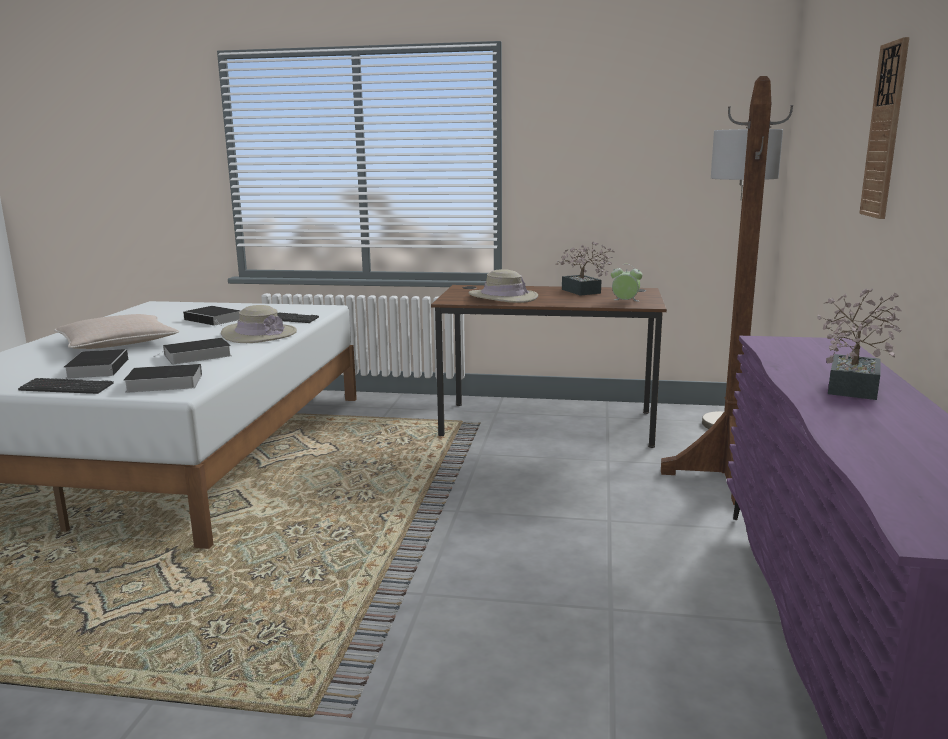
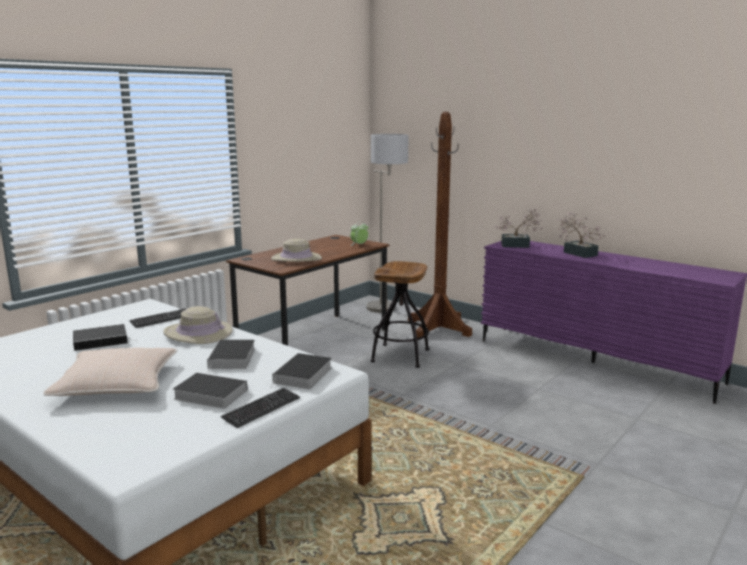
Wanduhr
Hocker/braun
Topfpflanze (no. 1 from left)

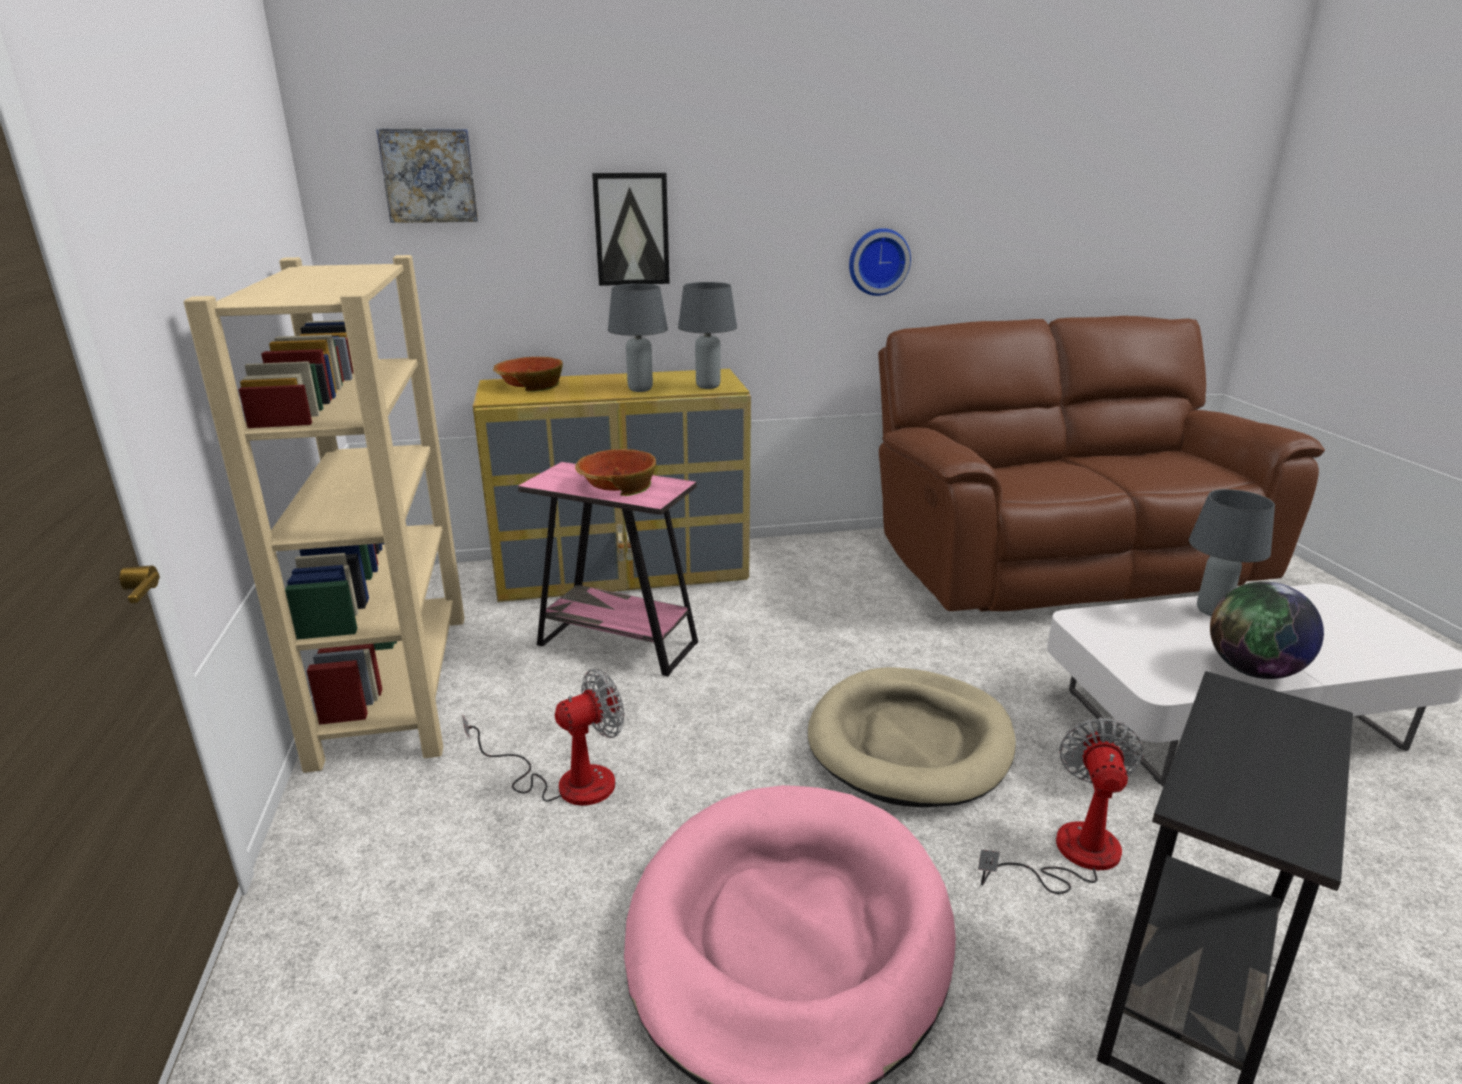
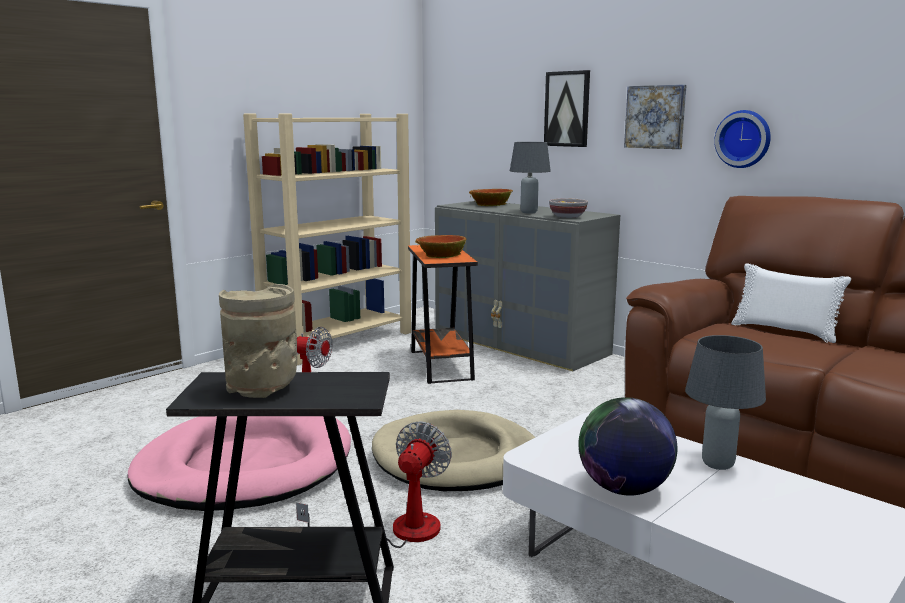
Vase/beige
Kissen/weiß
Bild (no. 2 from left)
Schüssel (no. 3 from left)
Schrank/grau
Beistelltisch/orange
Ventilator (no. 2 from left)

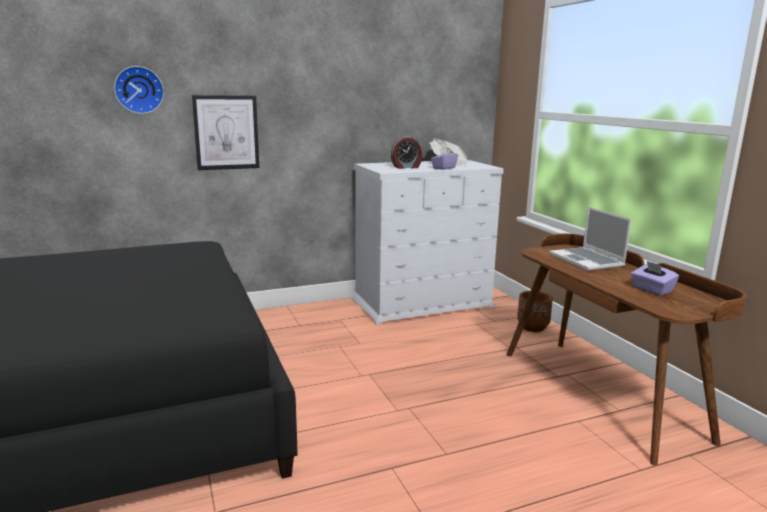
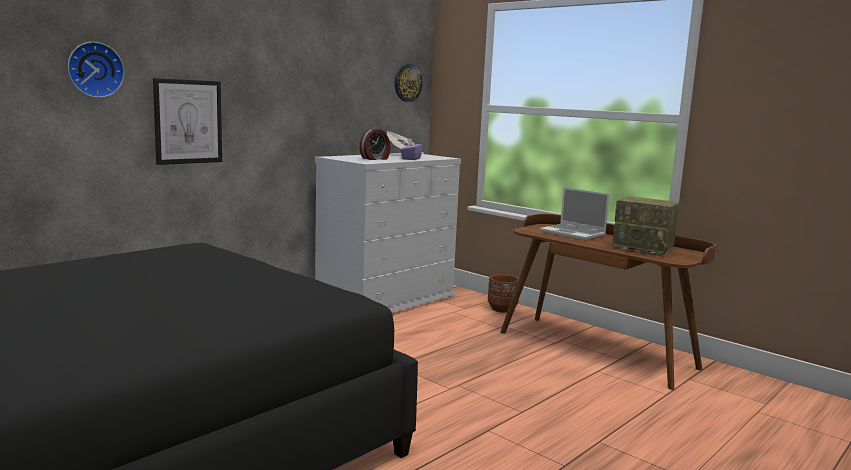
Wanduhr (no. 2 from left)
Radio

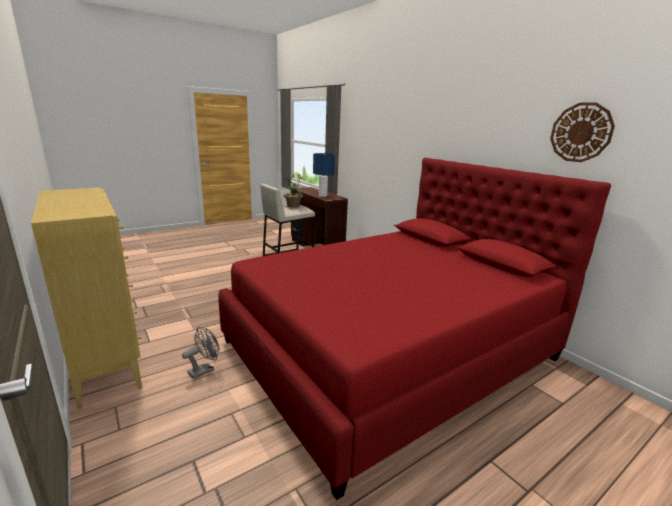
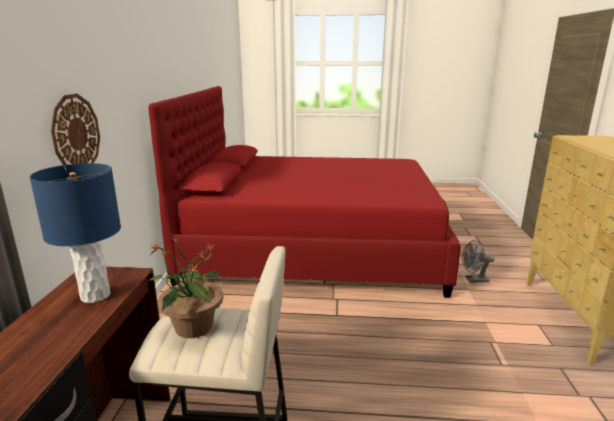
Wanduhr

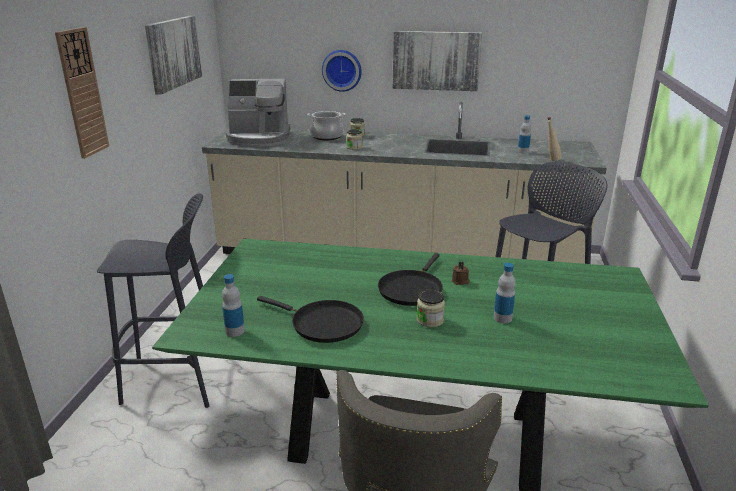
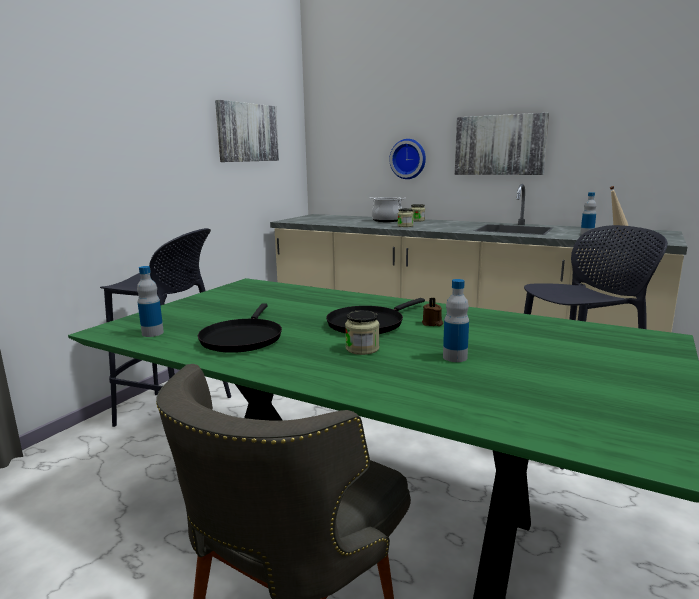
Wanduhr (no. 1 from left in the first image)
Kaffeemaschine
Pfanne/schwarz (no. 1 from left)

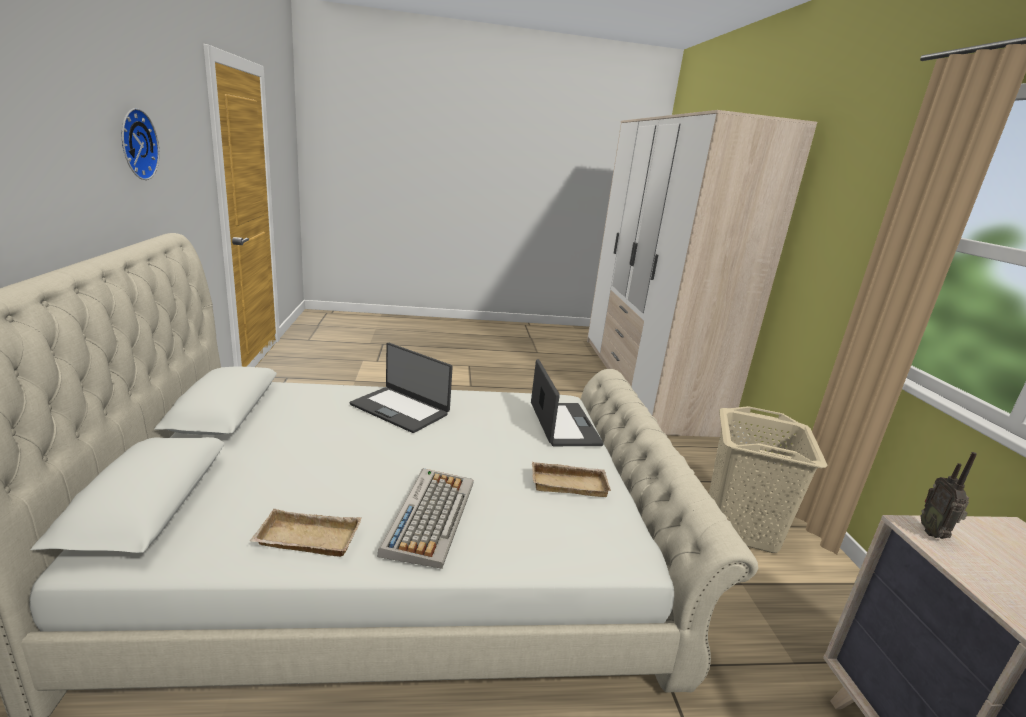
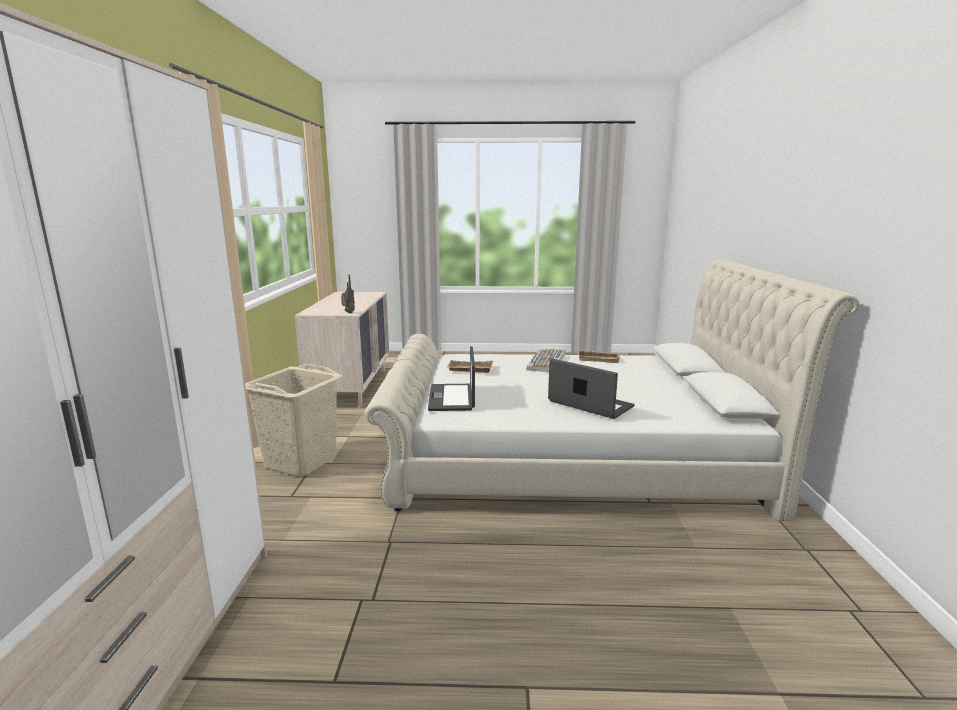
Wanduhr

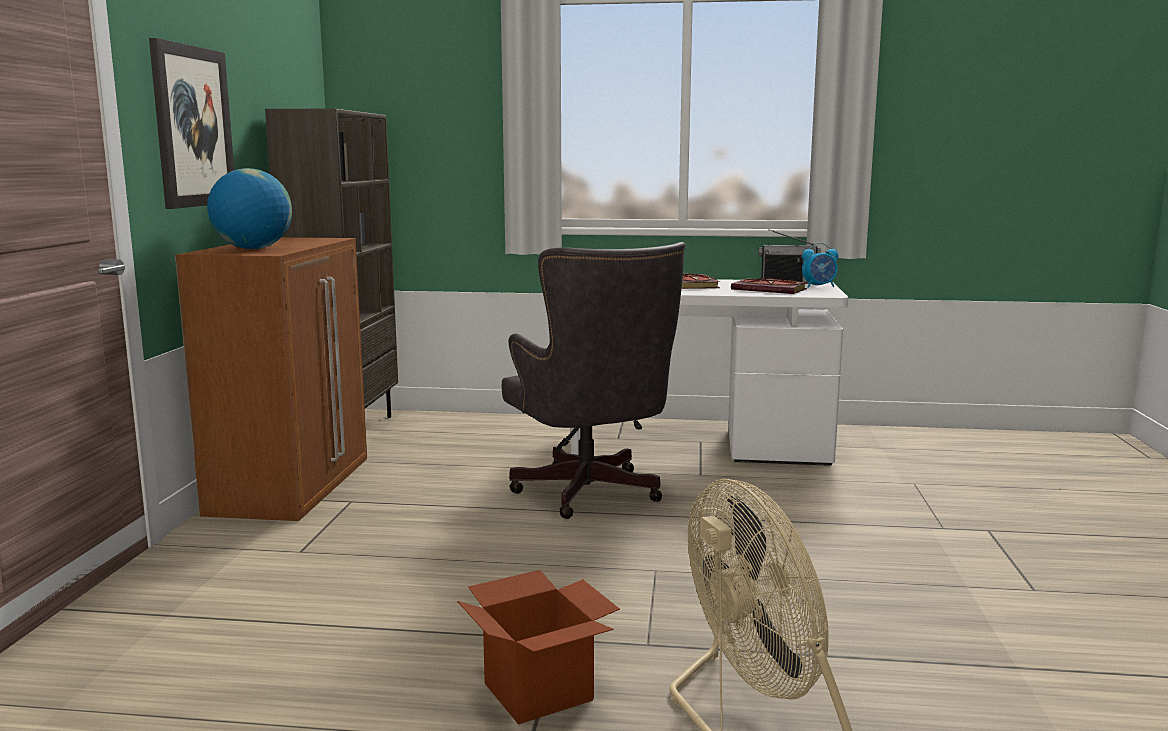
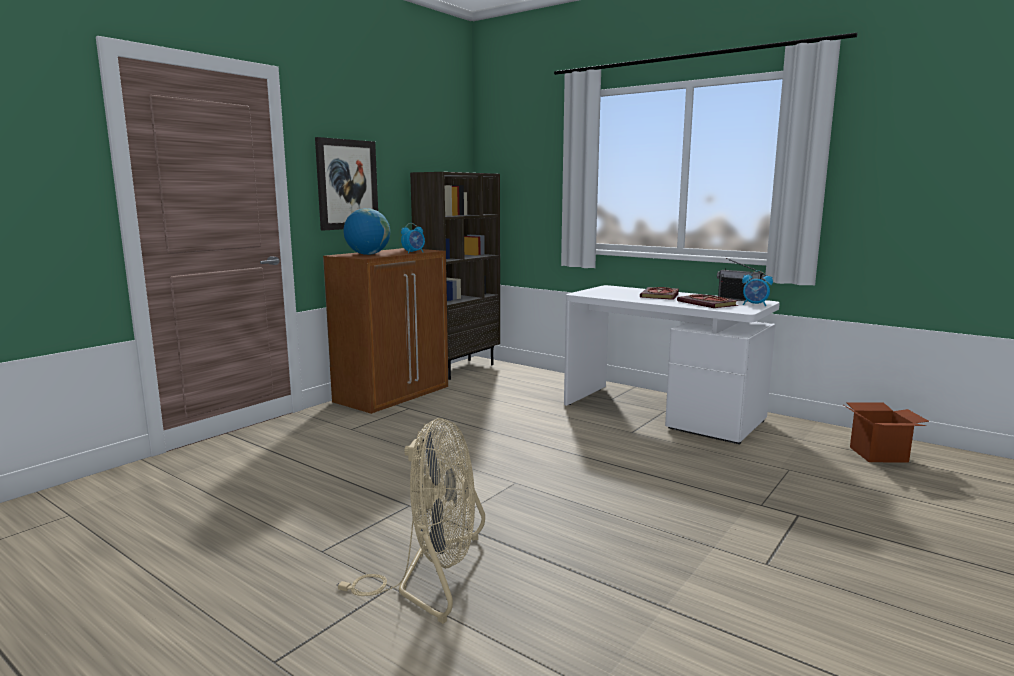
Bürostuhl/grau
Wecker (no. 1 from left)
Karton

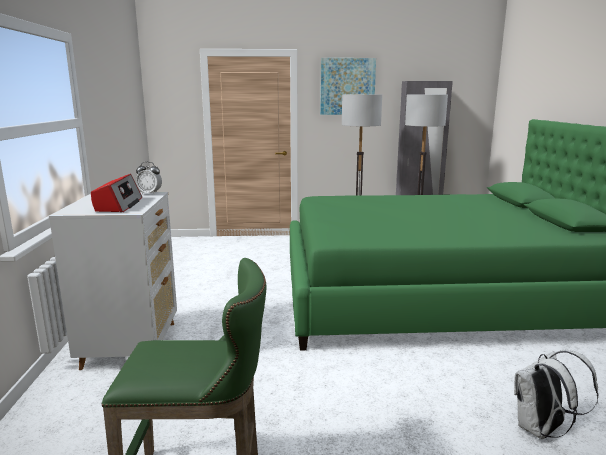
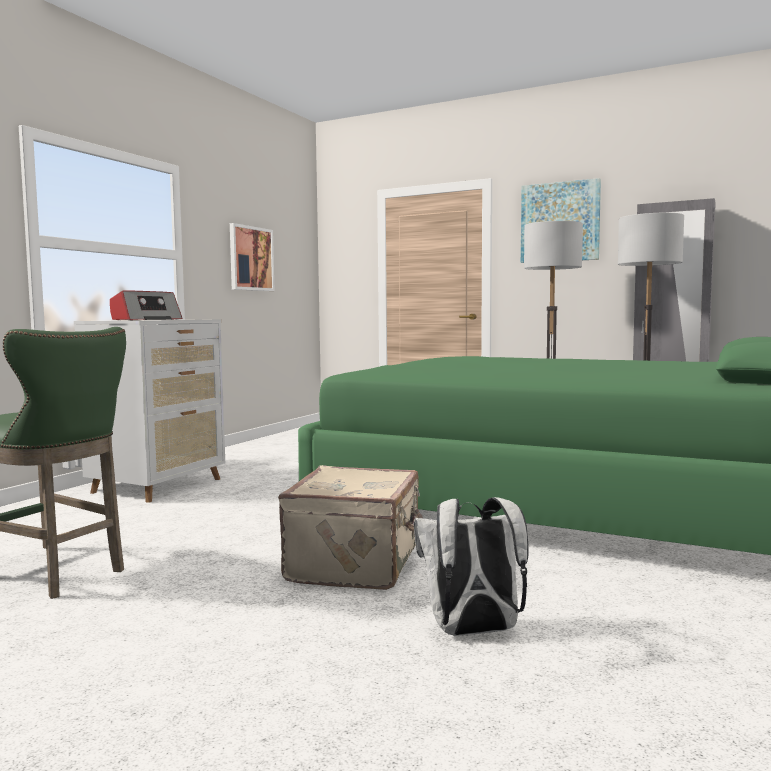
Wecker
Bild (no. 1 from left)
Koffer/beige

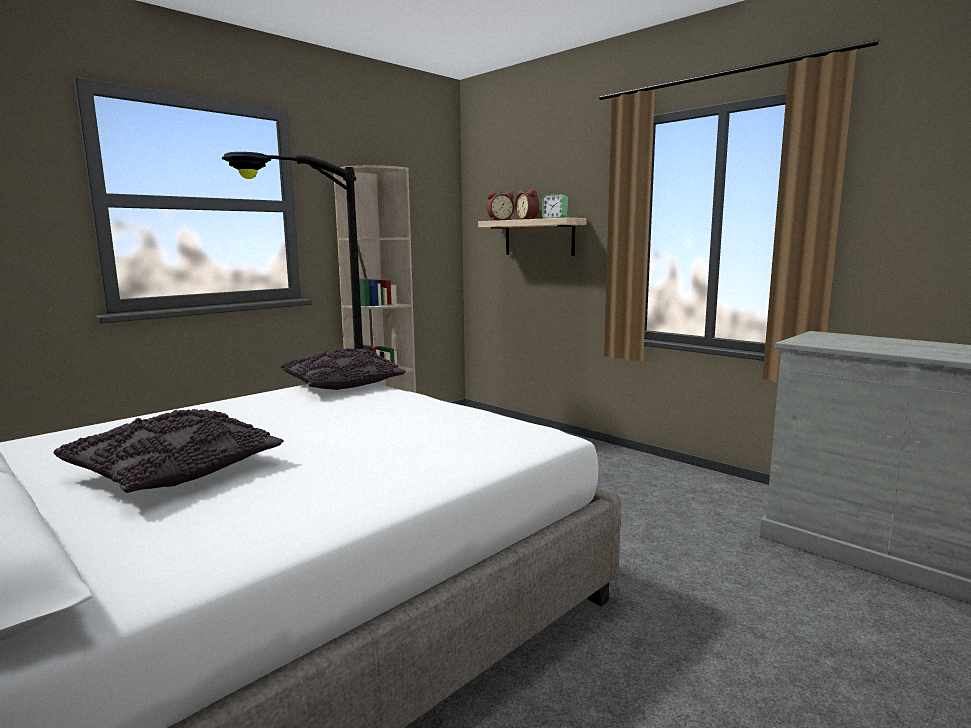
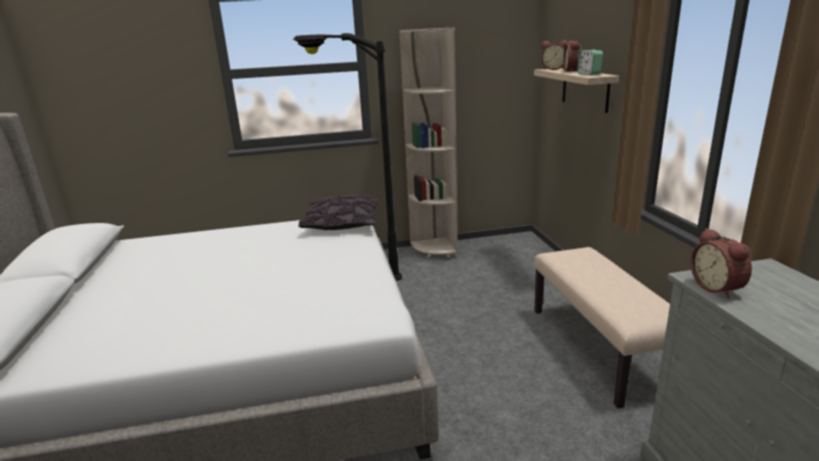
Kissen/schwarz (no. 1 from left in the first image)
Bank/beige
Wecker (no. 4 from left)

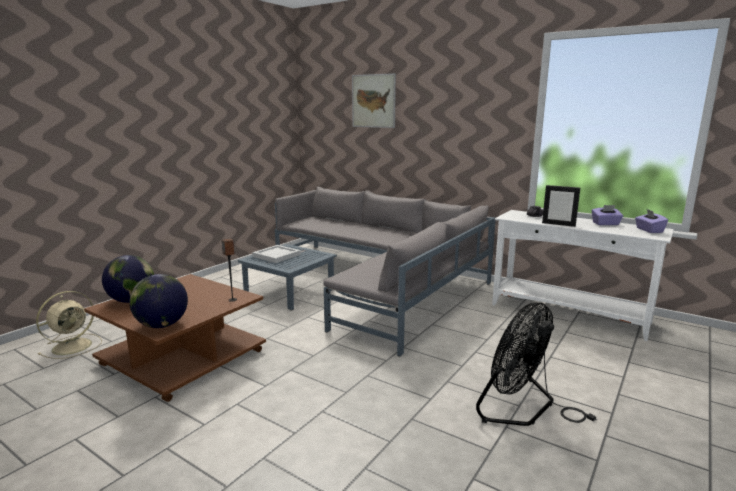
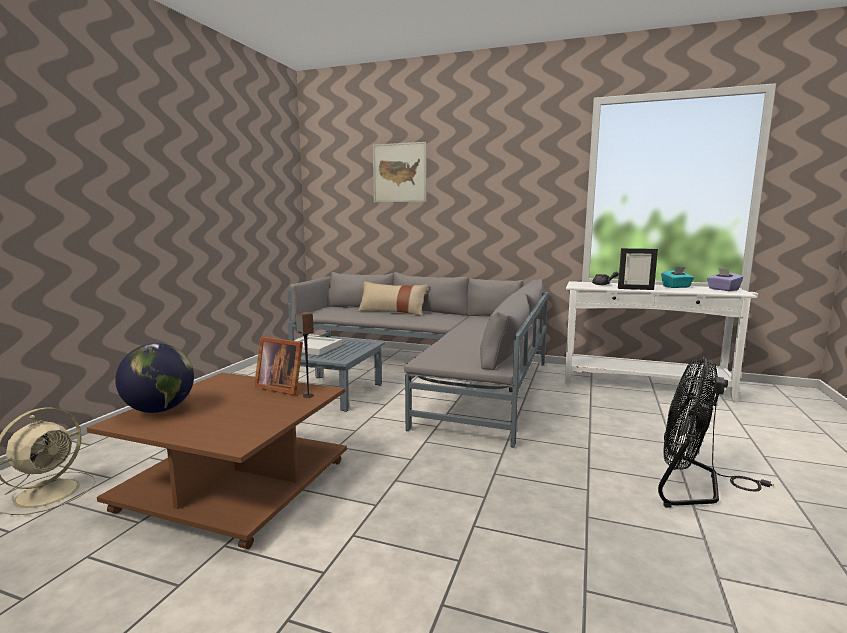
Globus (no. 2 from left in the first image)
Bilderrahmen (no. 1 from left)
Kissen/beige
Taschentuchbox/türkis

